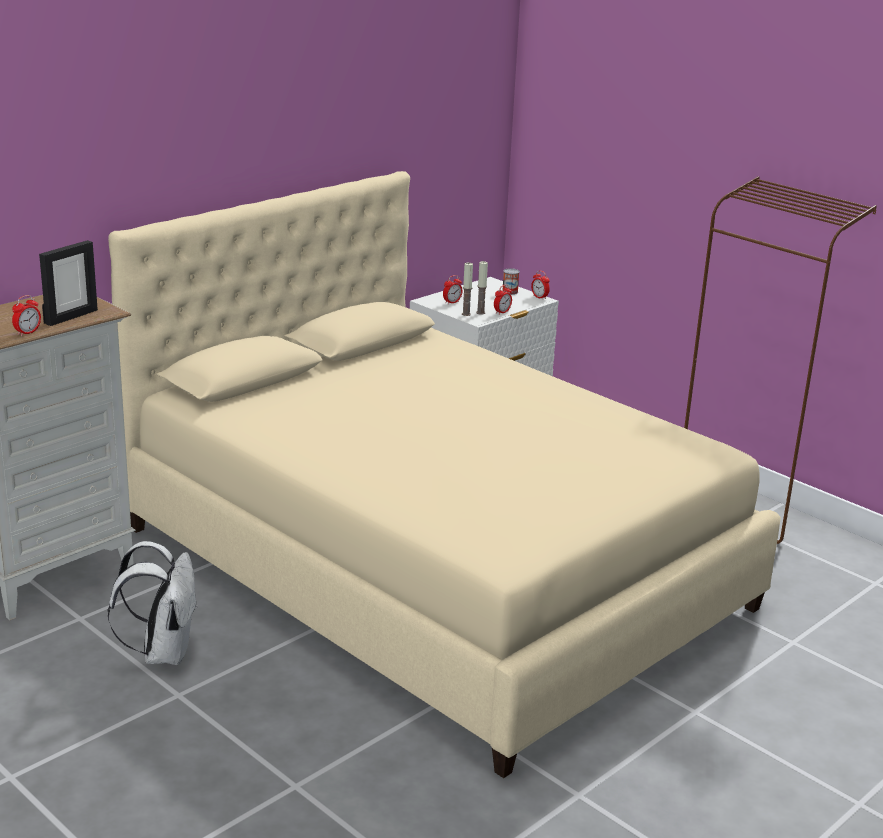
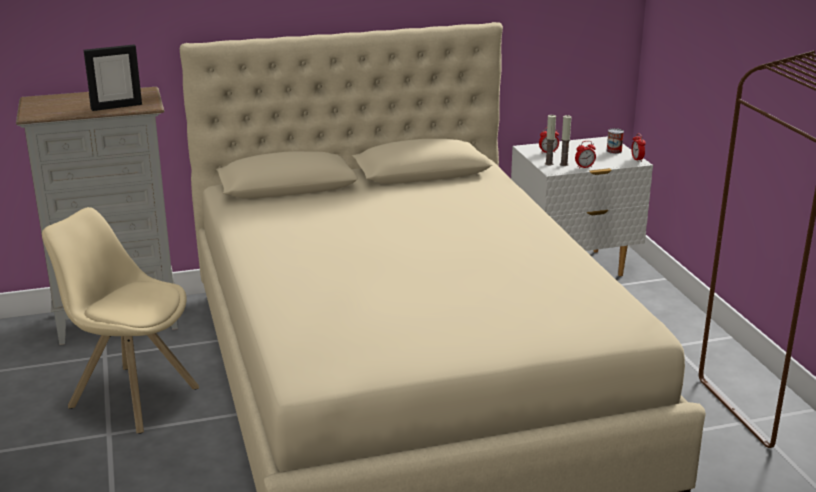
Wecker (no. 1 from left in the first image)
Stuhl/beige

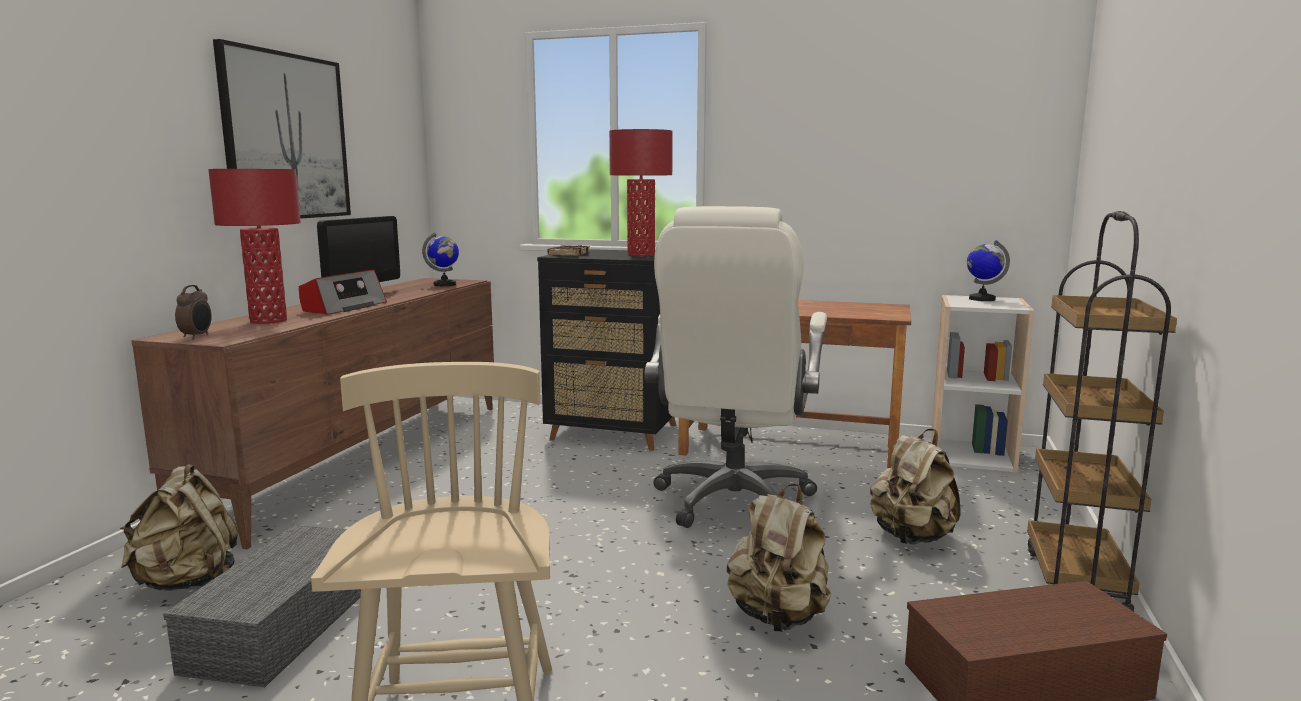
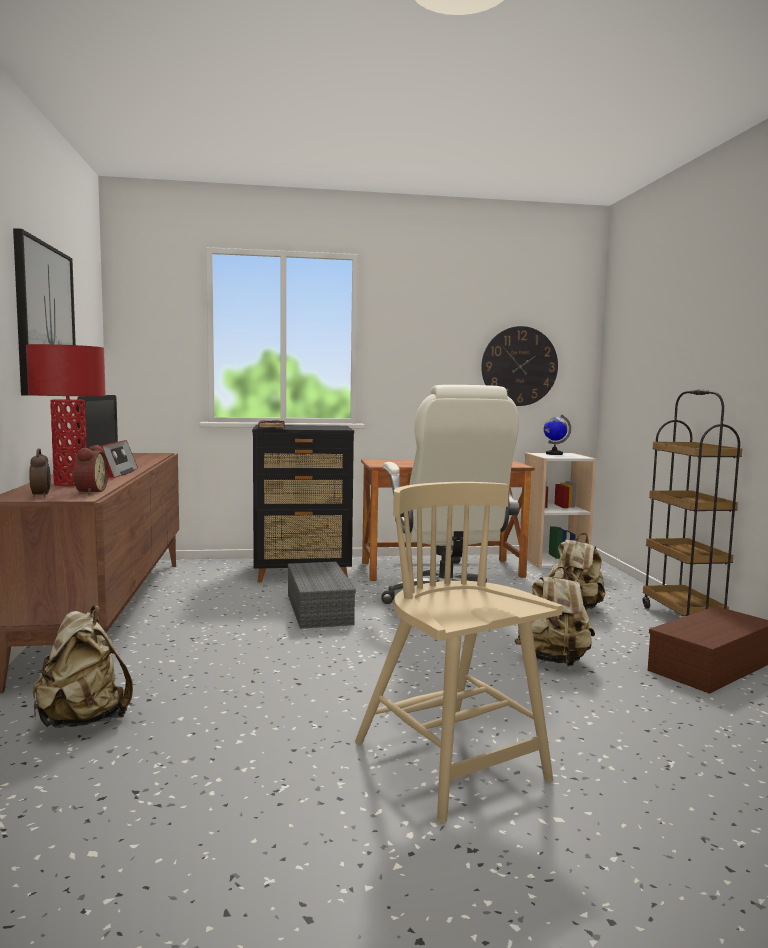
Globus (no. 1 from left in the first image)
Tischlampe/rot (no. 2 from left in the first image)
Wecker (no. 2 from left)
Wanduhr
Aufbewahrungsbox/grau

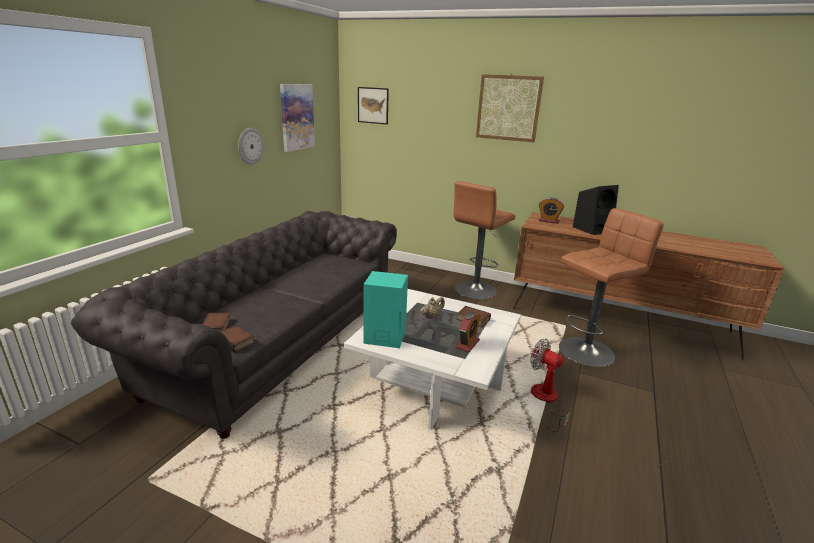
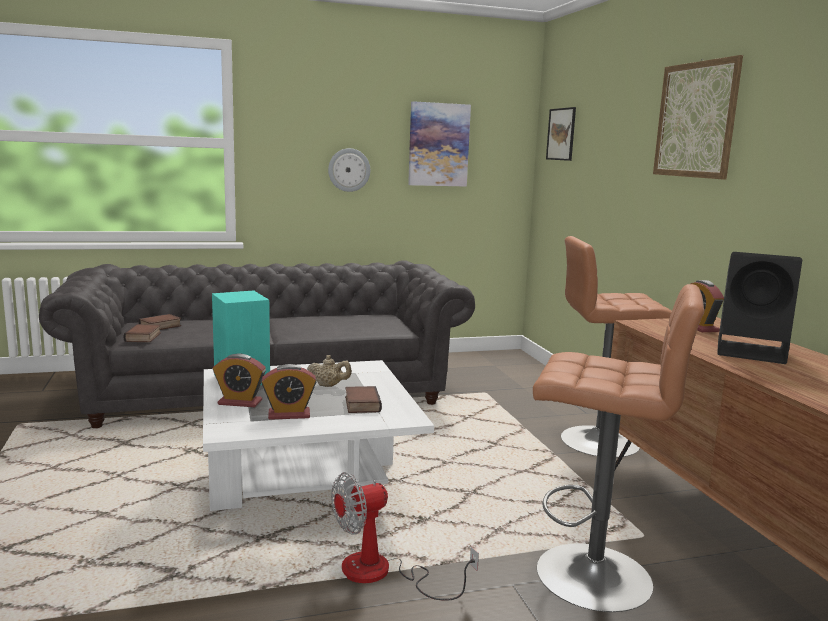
Wecker (no. 1 from left)
Ventilator

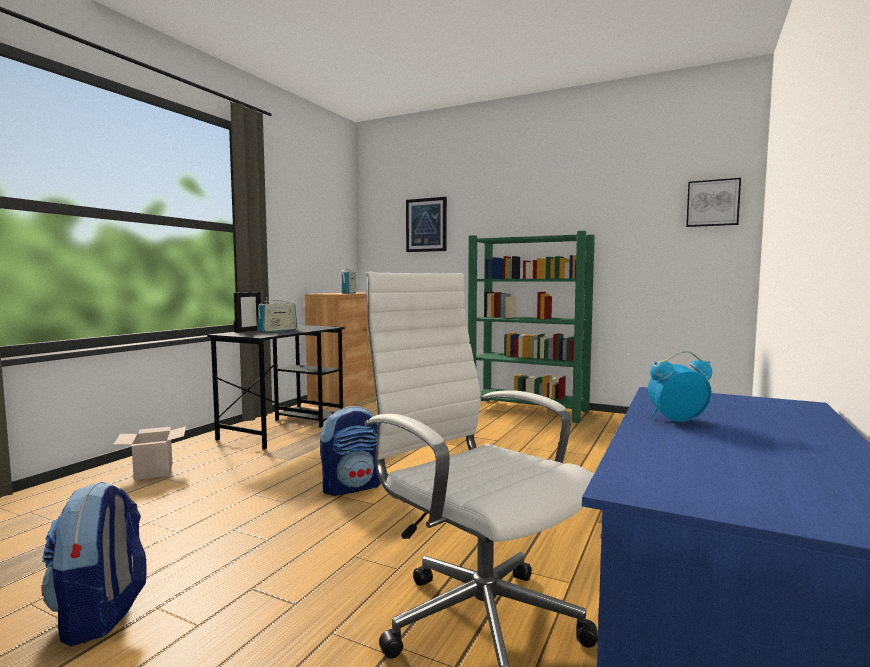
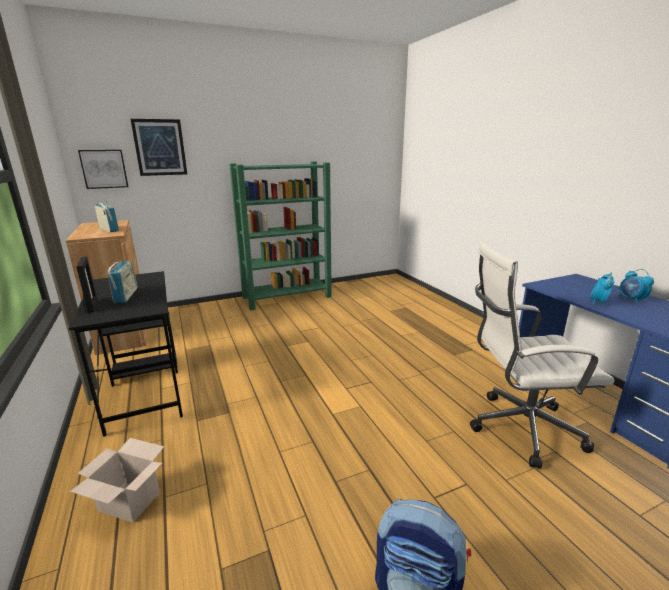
Rucksack (no. 2 from left in the first image)
Wecker (no. 2 from left)
Bild (no. 1 from left)

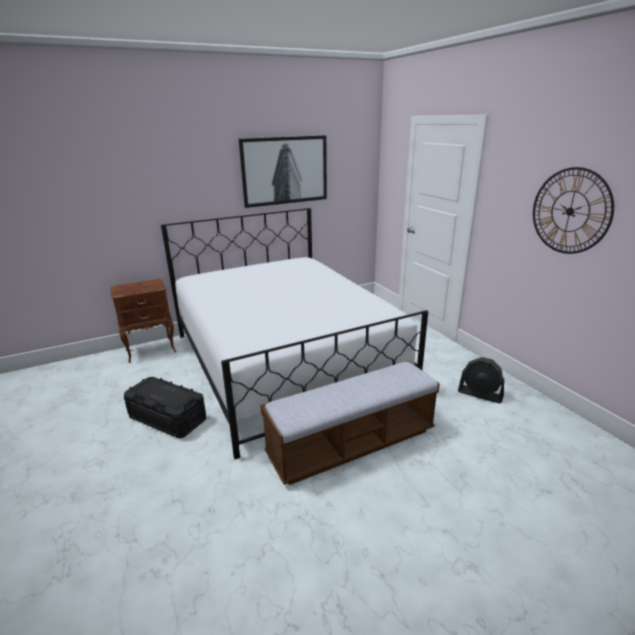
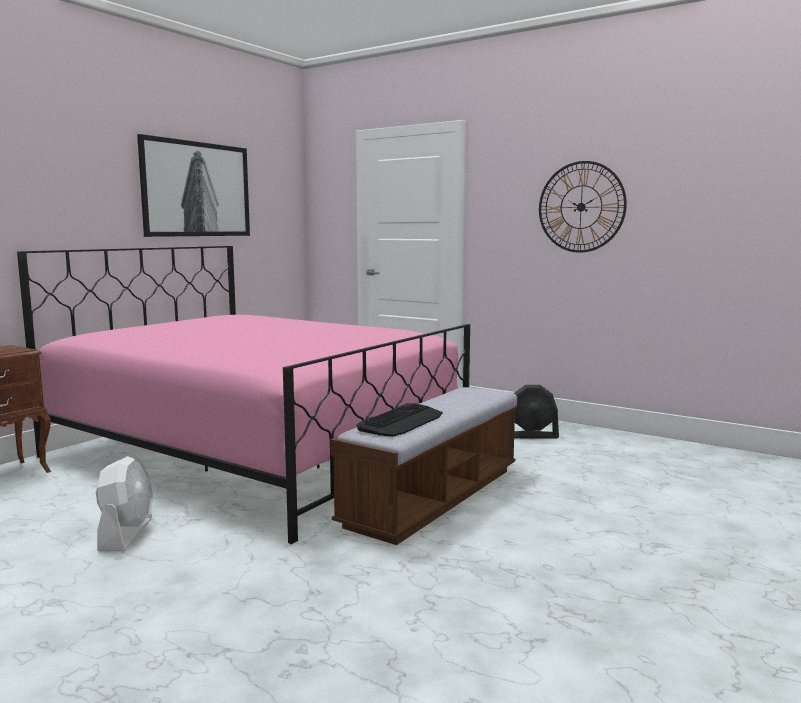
Tastatur
Ventilator/weiß
Bett/rosa

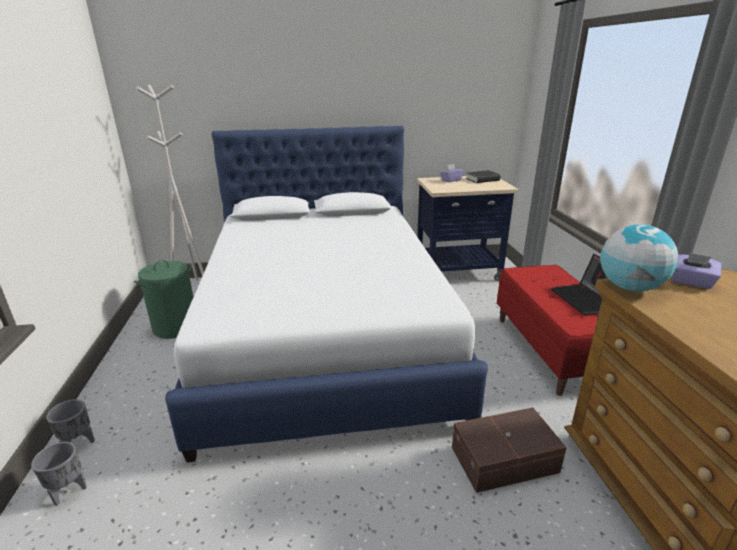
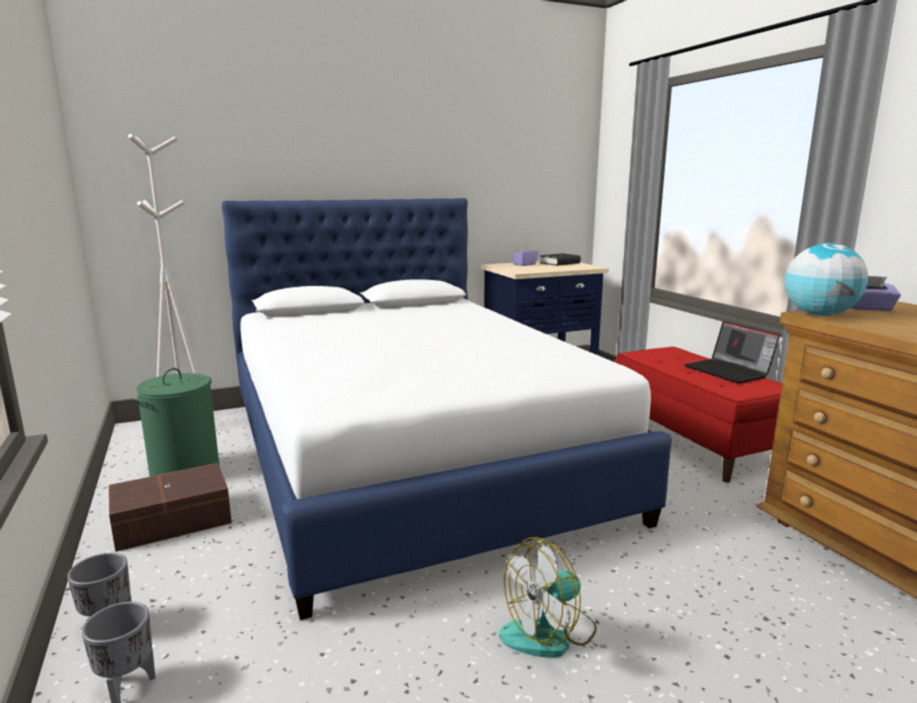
Ventilator
Aufbewahrungsbox/braun

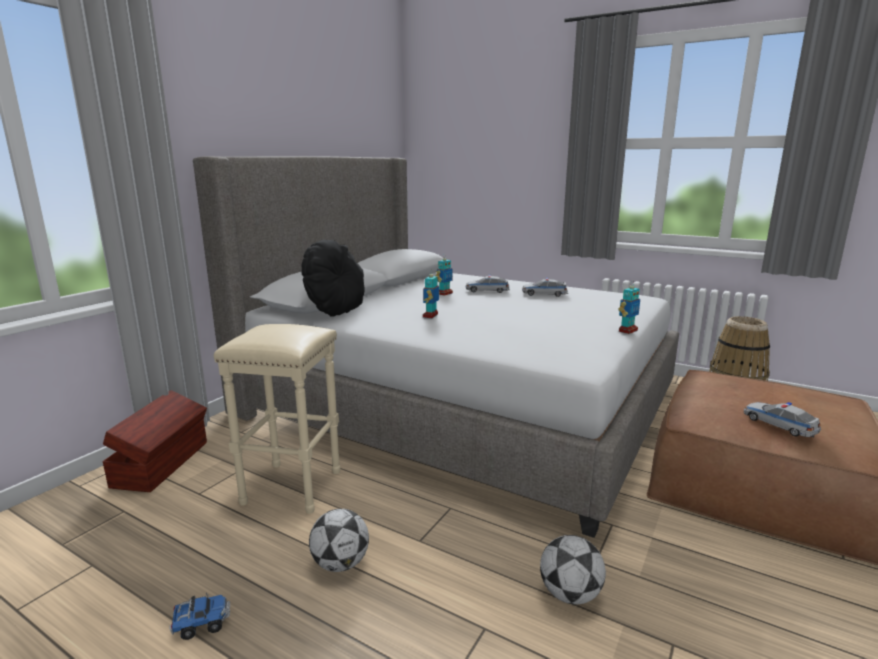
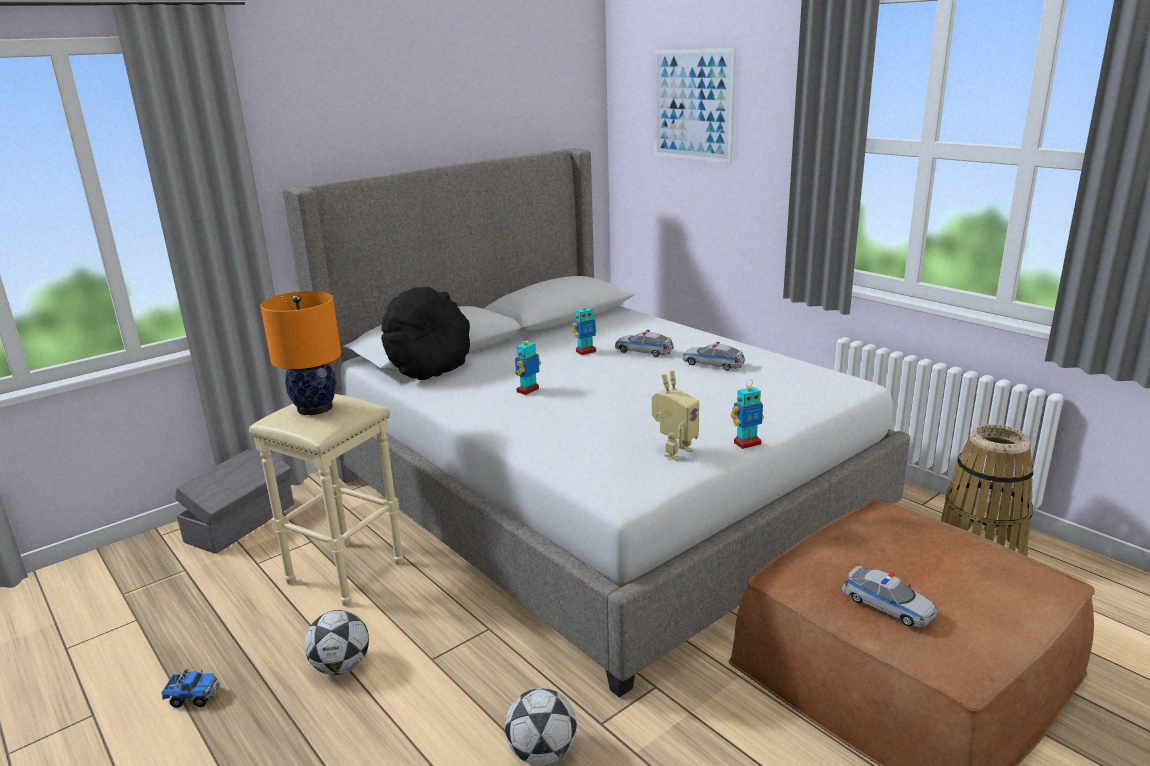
Tischlampe/orange
Spielzeugroboter (no. 3 from left)
Bild
Aufbewahrungsbox/grau
Spielzeugauto (no. 3 from left)

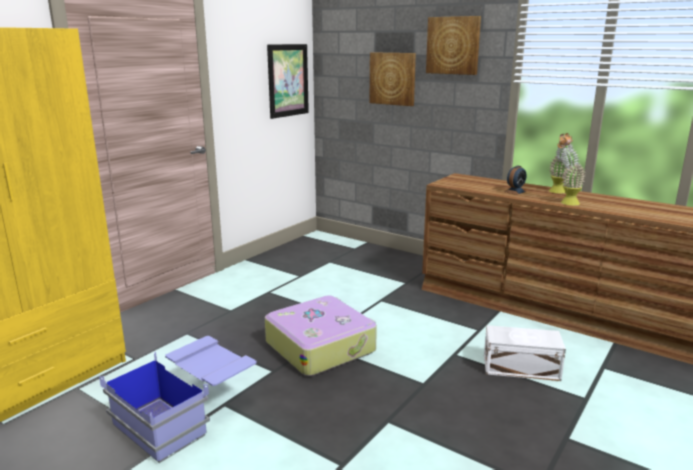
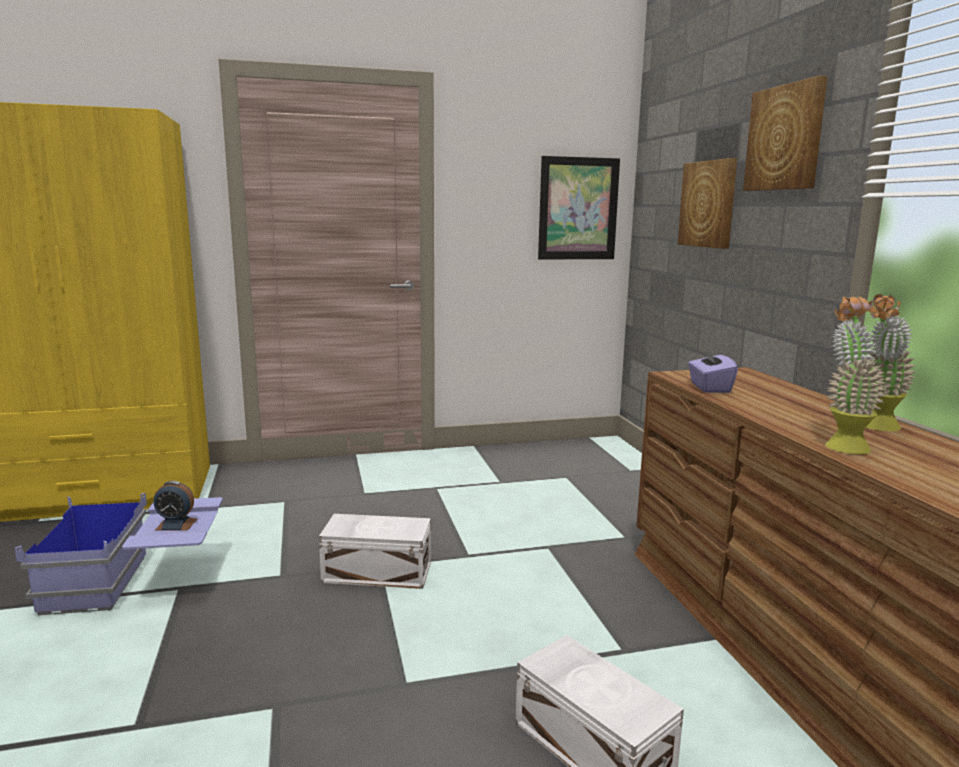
Taschentuchbox/lila
Wecker
Aufbewahrungsbox/weiß (no. 1 from left)

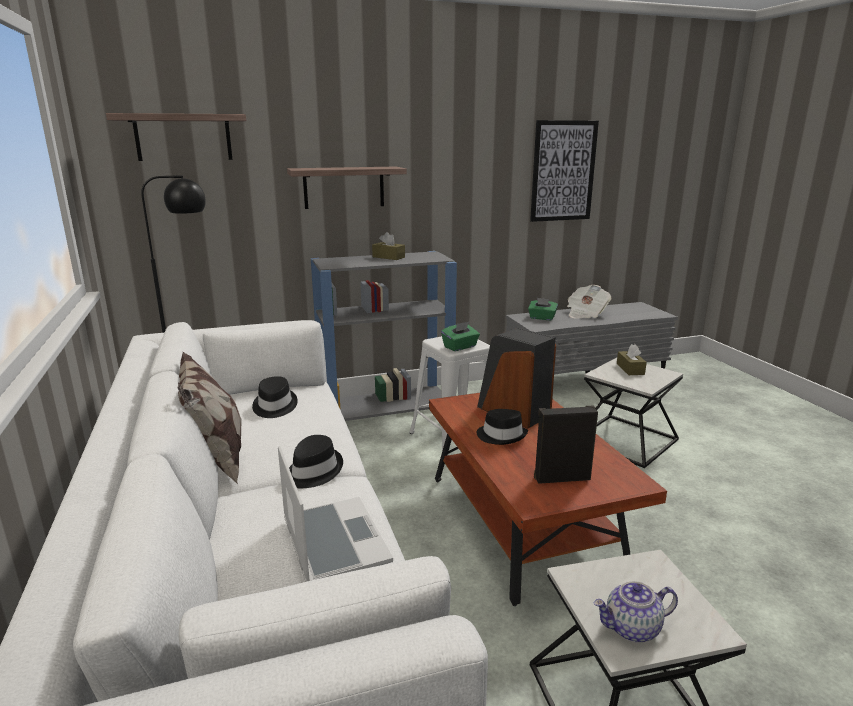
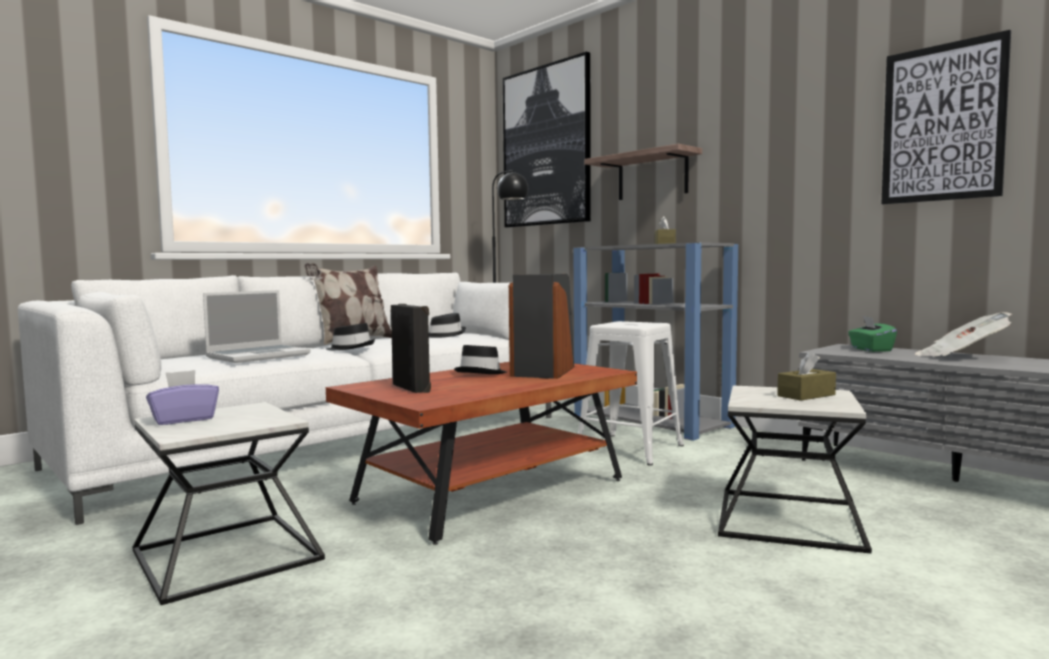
Taschentuchbox/grün (no. 1 from left in the first image)
Bild (no. 1 from left)
Taschentuchbox/lila

